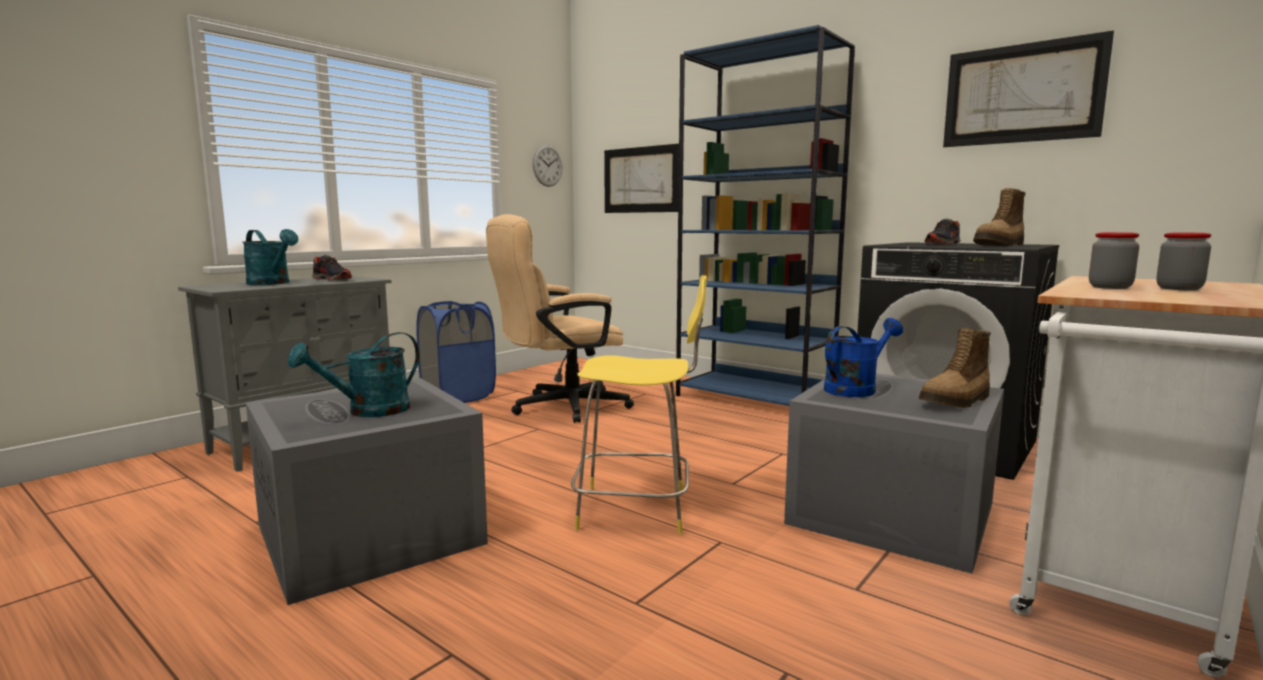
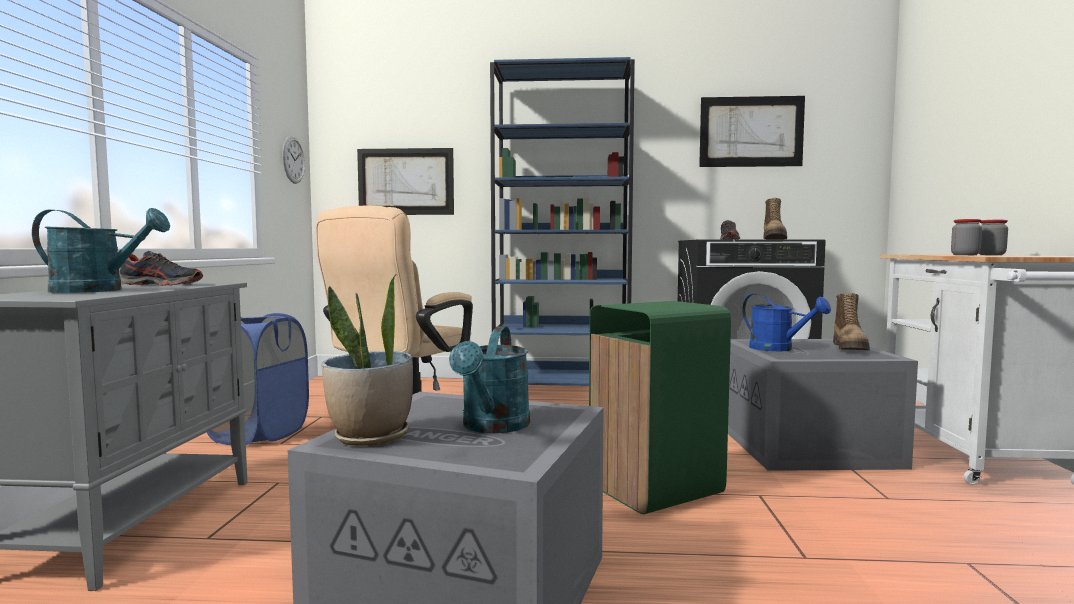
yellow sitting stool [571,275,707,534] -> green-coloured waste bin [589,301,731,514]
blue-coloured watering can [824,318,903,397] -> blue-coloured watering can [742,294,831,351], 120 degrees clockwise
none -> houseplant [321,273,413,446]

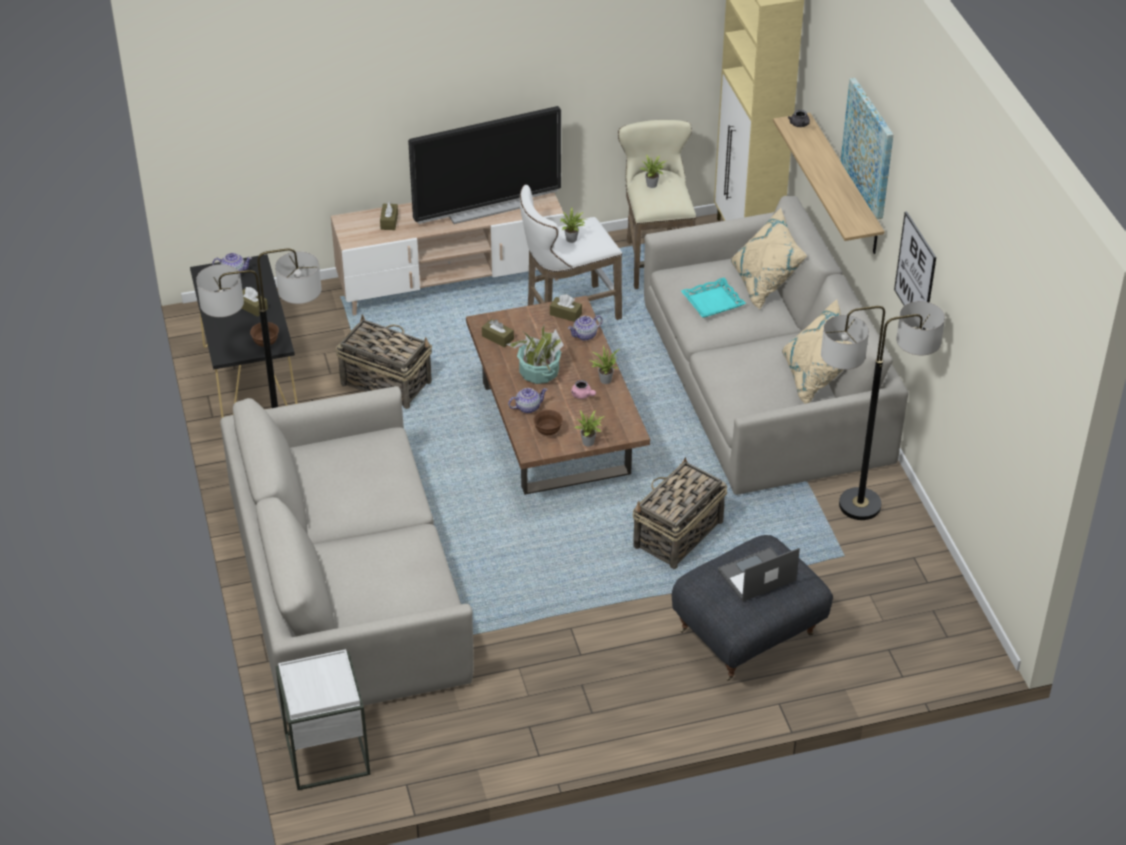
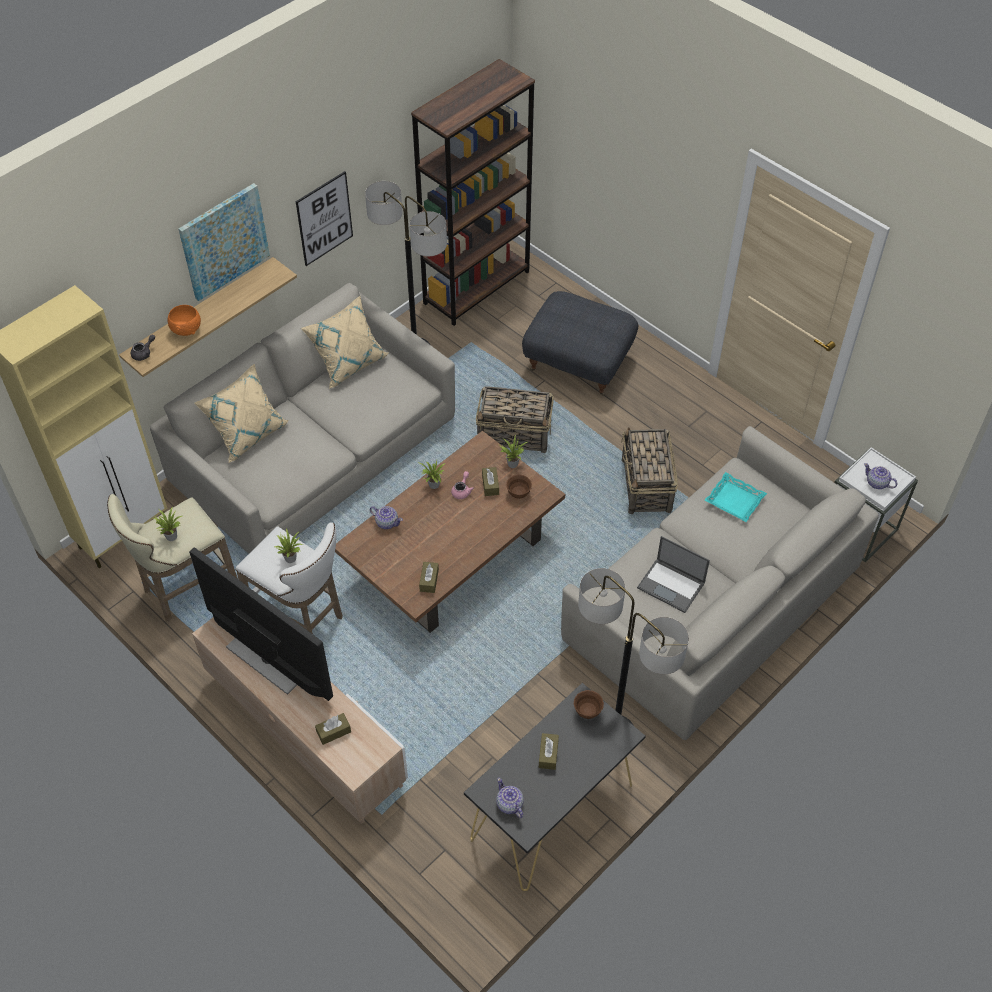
blue-green tray [681,278,746,318] -> blue-green tray [704,472,767,522], shifted
brownish box of tissues [550,294,582,322] -> brownish box of tissues [482,467,499,496], shifted
household basket [336,314,432,409] -> household basket [621,427,678,514], shifted
houseplant [506,326,563,384] -> none
teapot [508,388,548,413] -> teapot [864,463,897,489], shifted
portable computer [718,547,800,602] -> portable computer [637,536,710,613], shifted
none -> brownish bookcase [411,59,535,326]
none -> orange-coloured bowl [168,305,201,336]

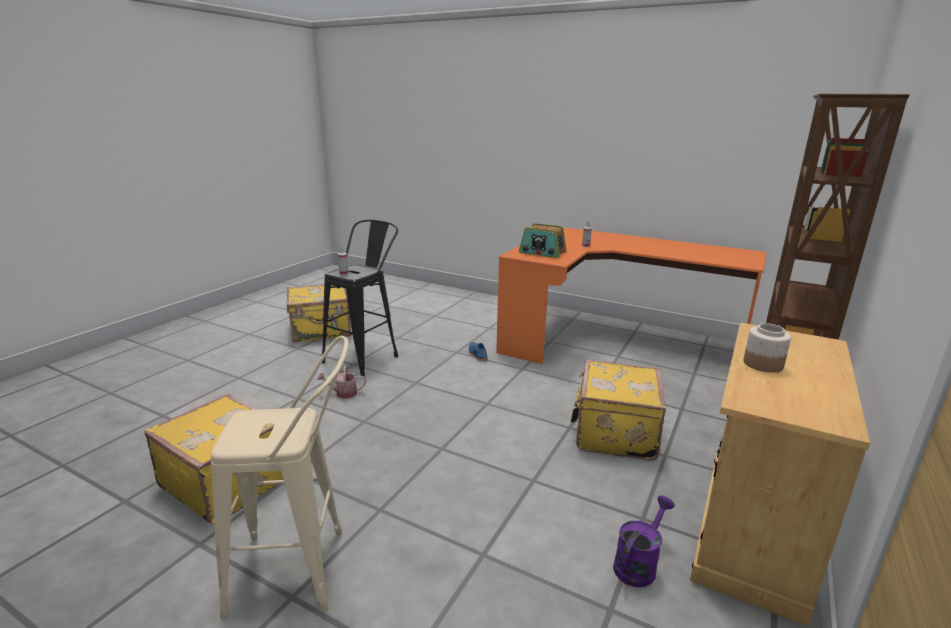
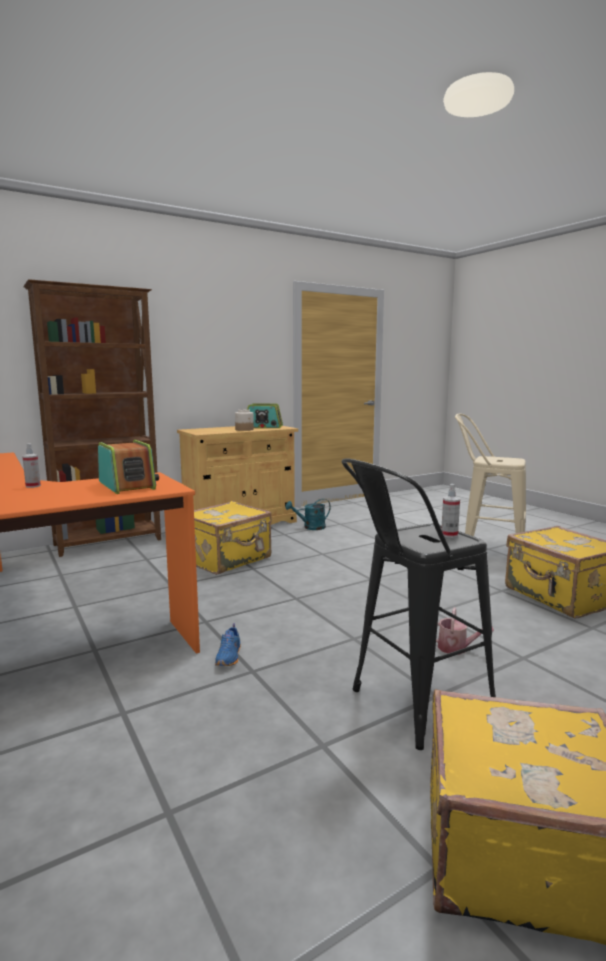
purple-coloured watering can [613,496,675,587] -> blue-green watering can [285,499,331,530]
none -> radio [247,403,283,428]

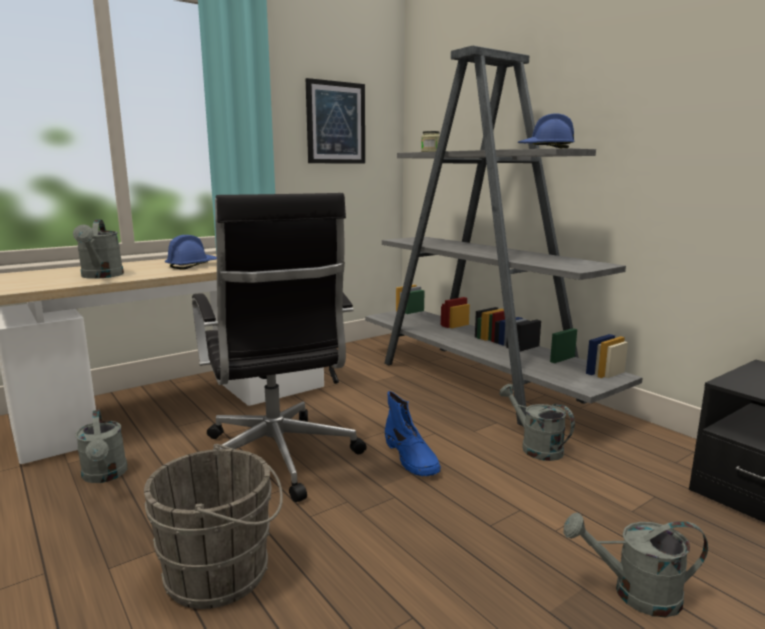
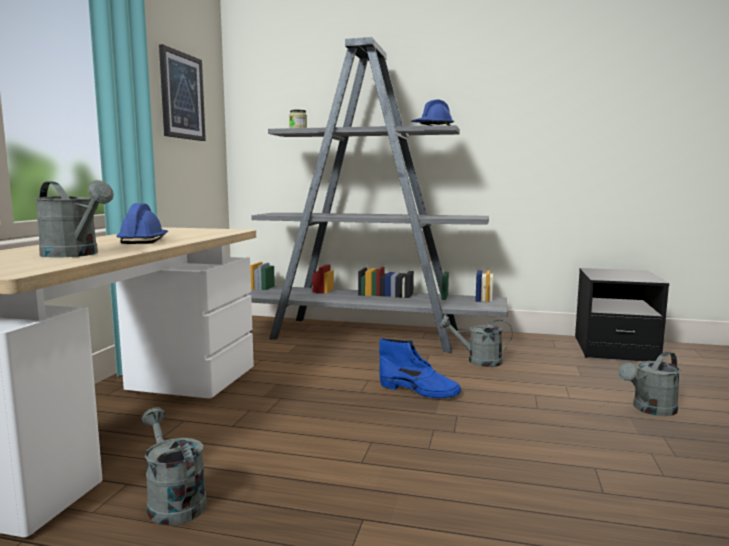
black desk chair [192,193,367,502] -> none
grey watering can [75,409,127,483] -> grey watering can [141,407,207,526], 150 degrees counterclockwise
grey pail [144,444,283,609] -> none

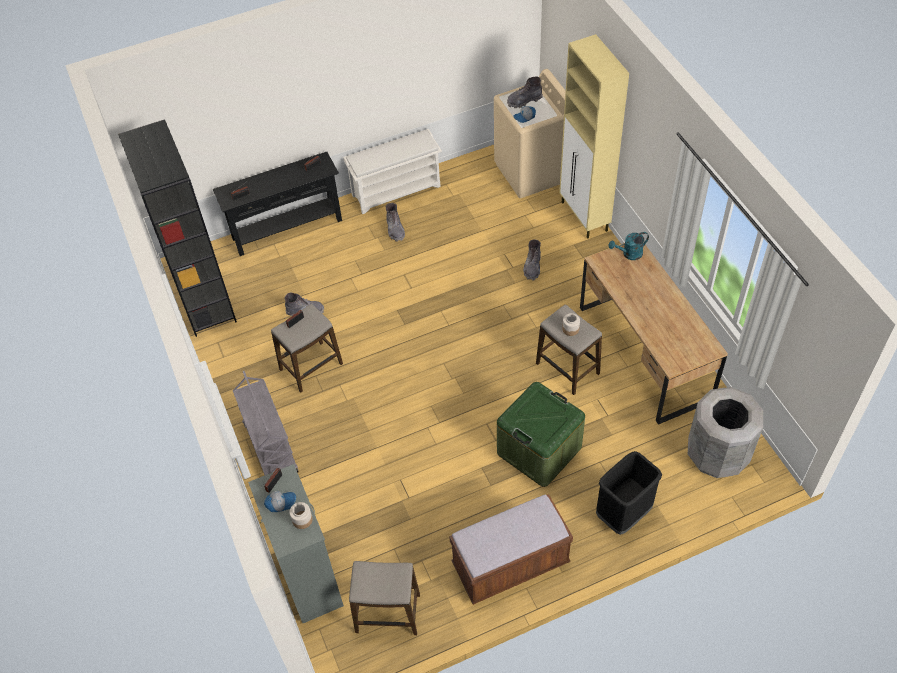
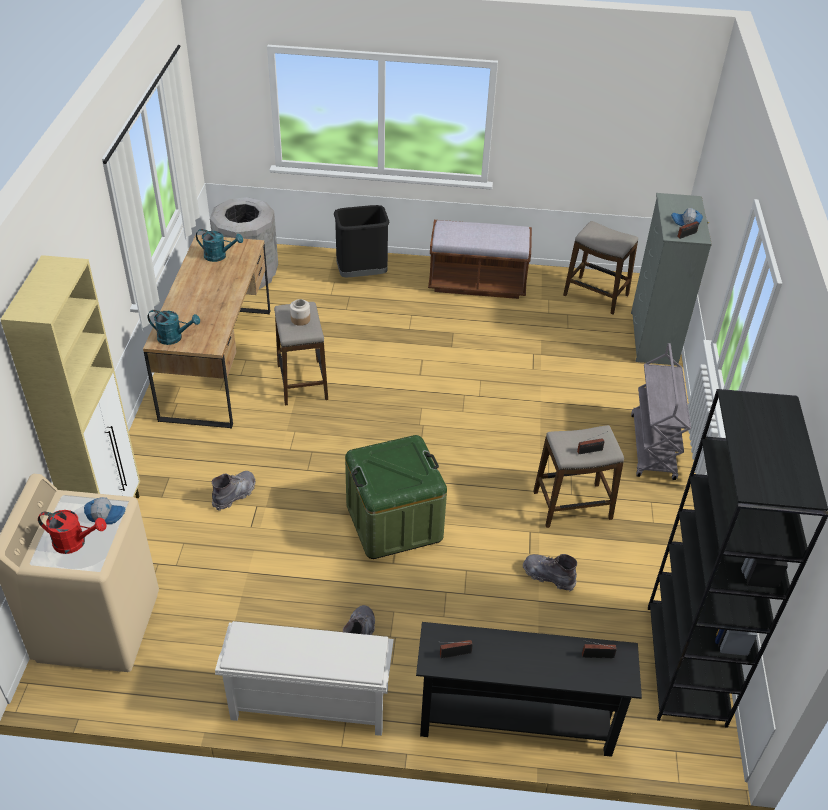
grey tall boot [507,76,543,108] -> red watering can [38,510,106,554]
green-coloured storage container [497,382,585,487] -> green-coloured storage container [345,435,447,559], shifted
storage jar [289,502,313,529] -> none
none -> blue-green watering can [196,229,243,262]

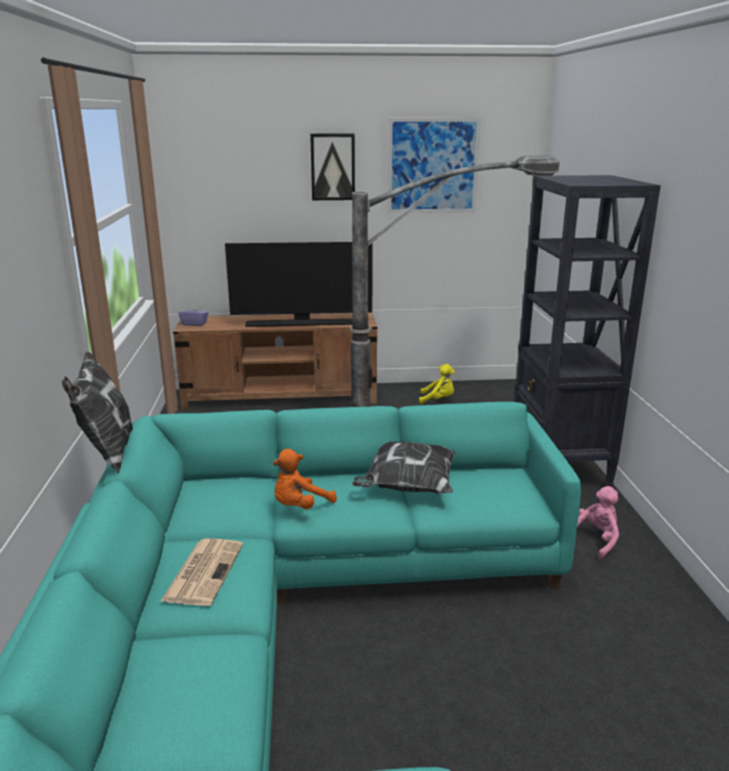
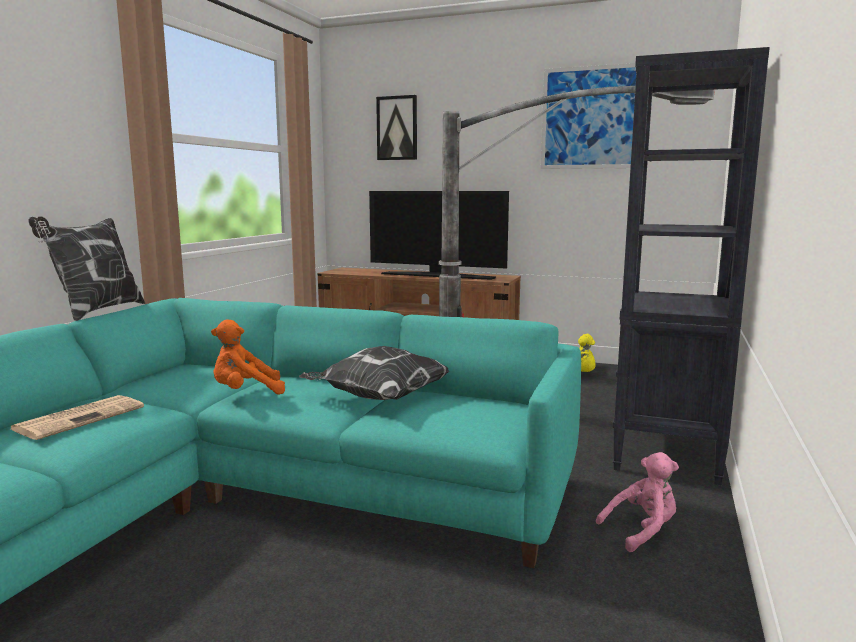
wall picture [310,134,355,200] -> wall picture [376,95,417,160], shifted
purple-coloured box of tissues [178,304,208,326] -> none

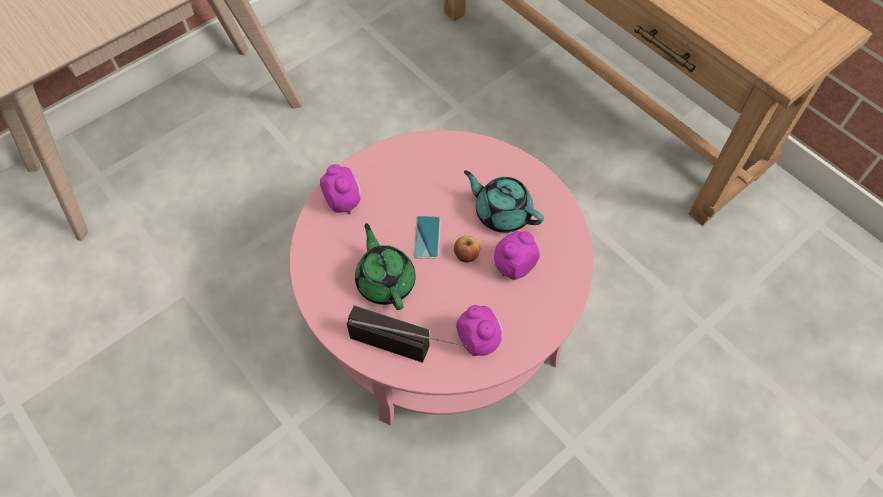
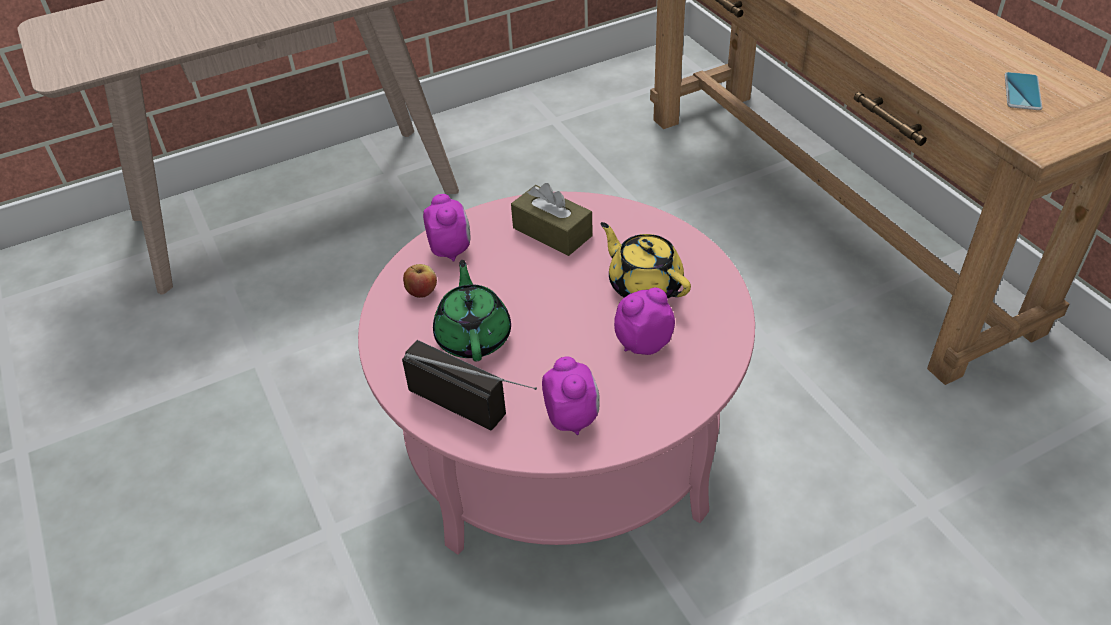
blue-green teapot [464,171,544,233] -> yellow teapot [600,222,691,299]
telephone [414,216,441,259] -> telephone [1005,72,1042,110], shifted
whole apple [454,236,481,262] -> whole apple [403,264,437,298], shifted
none -> brownish box of tissues [511,183,593,256]

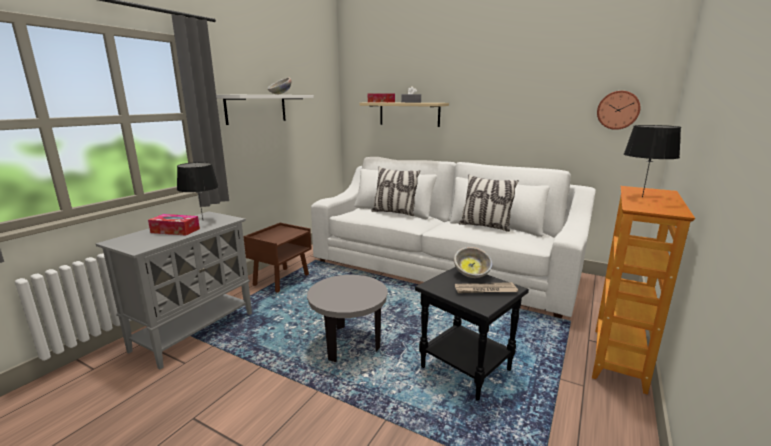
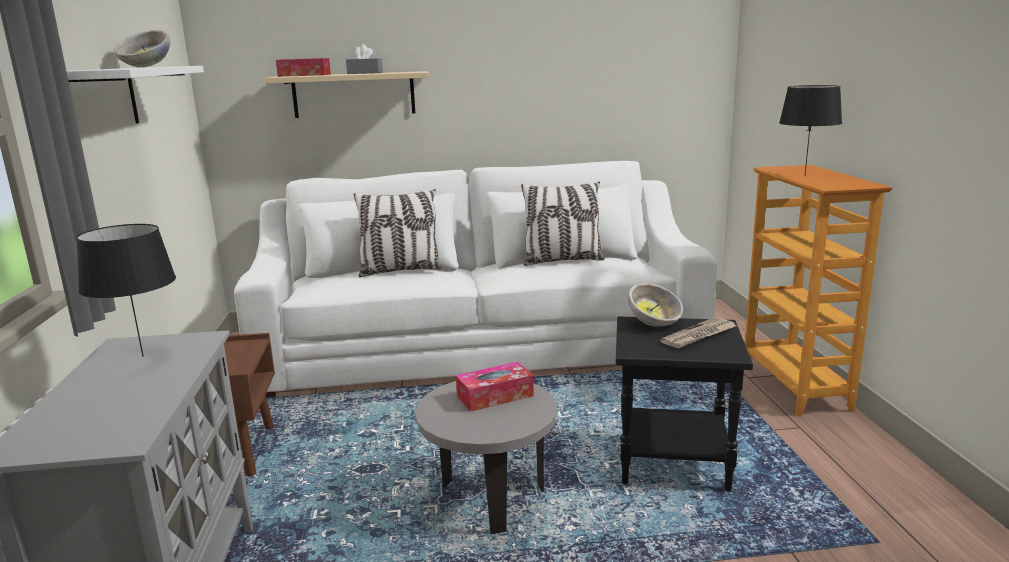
clock on the wall [597,91,641,130] -> none
box of tissues [148,214,200,236] -> box of tissues [456,362,534,412], shifted

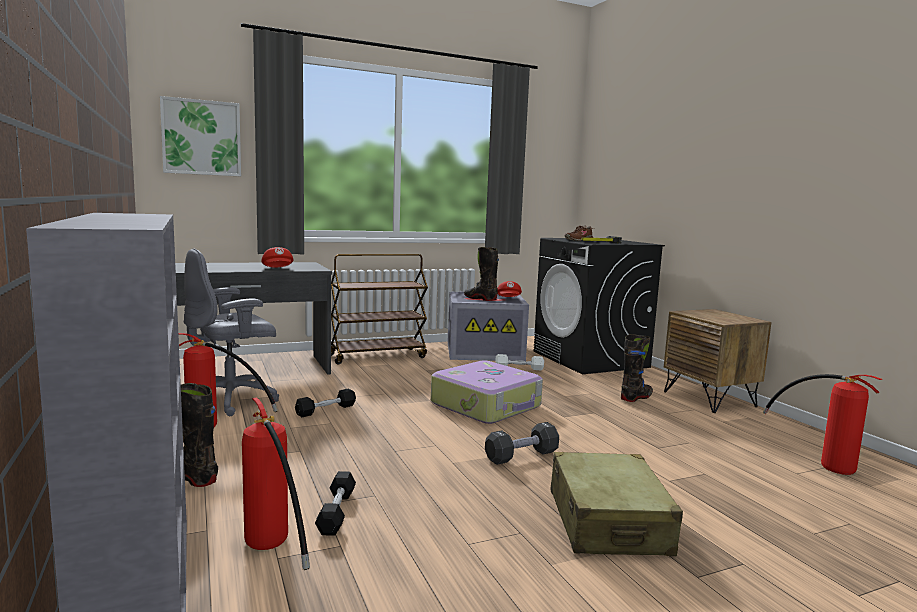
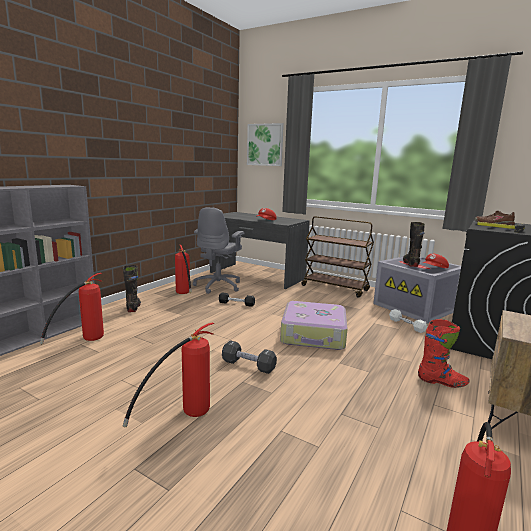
grey desk chair [184,248,279,416] -> grey desk chair [193,207,244,294], 90 degrees counterclockwise
black tall boot [621,334,653,402] -> red tall boot [418,319,469,388]
beige travel case [550,452,683,556] -> fire extinguisher [123,322,214,427]
black dumbbell [315,471,356,536] -> none

